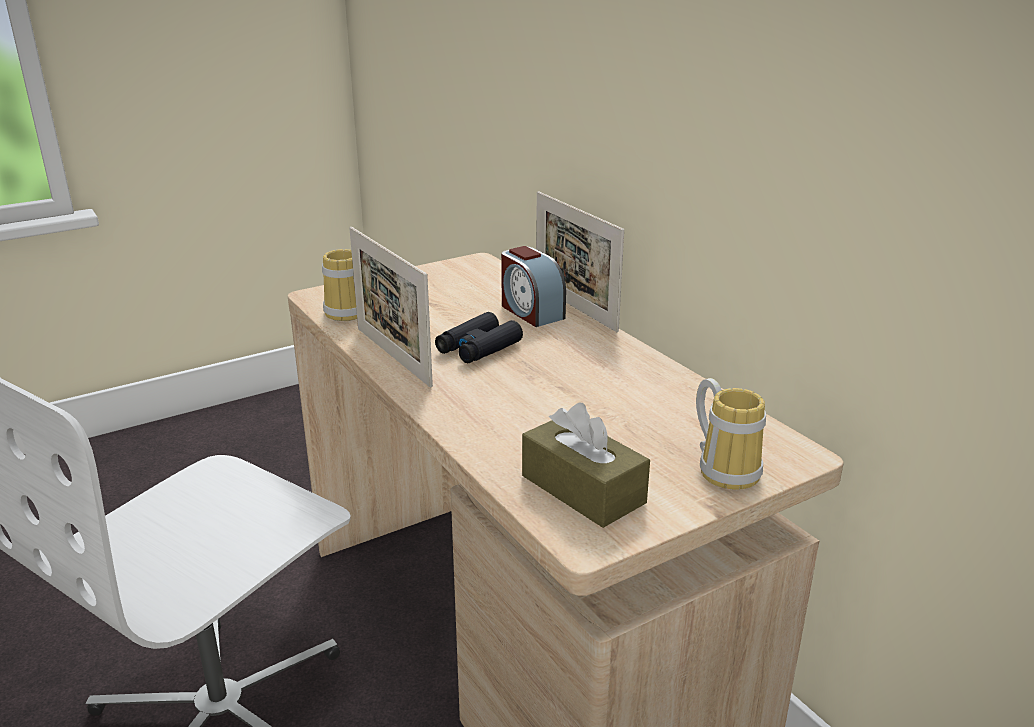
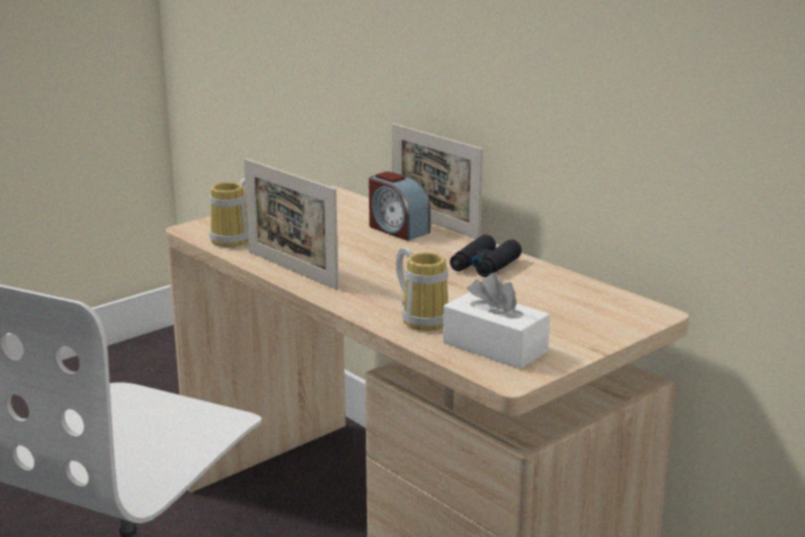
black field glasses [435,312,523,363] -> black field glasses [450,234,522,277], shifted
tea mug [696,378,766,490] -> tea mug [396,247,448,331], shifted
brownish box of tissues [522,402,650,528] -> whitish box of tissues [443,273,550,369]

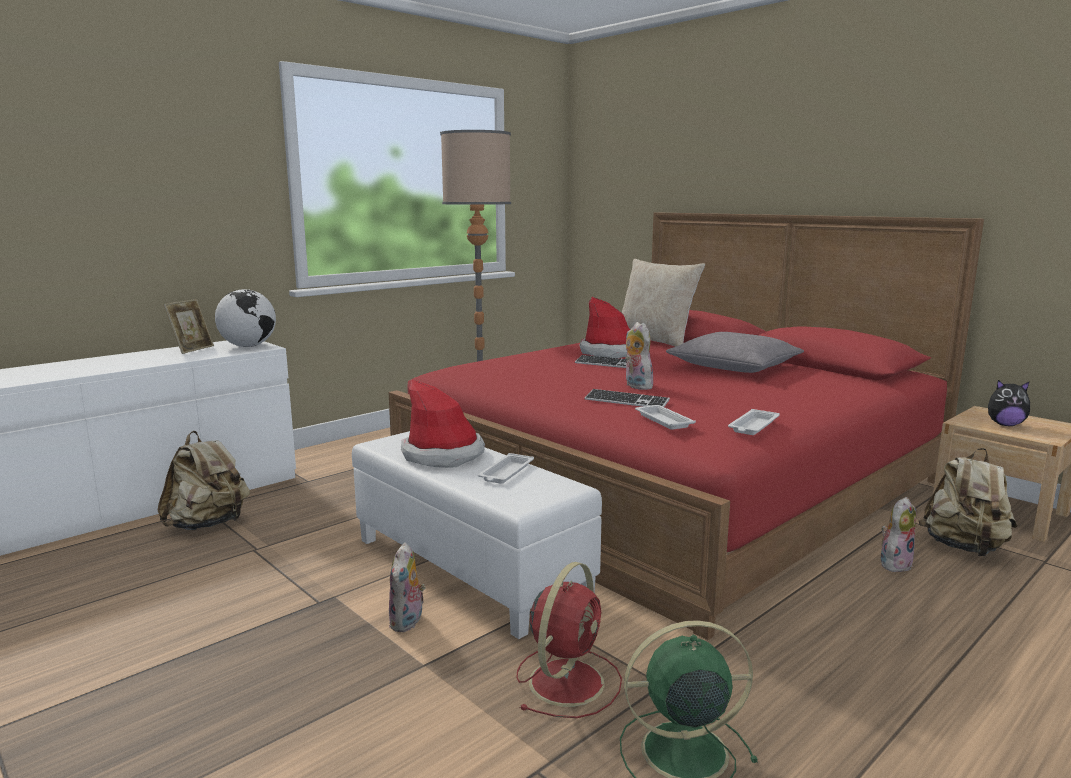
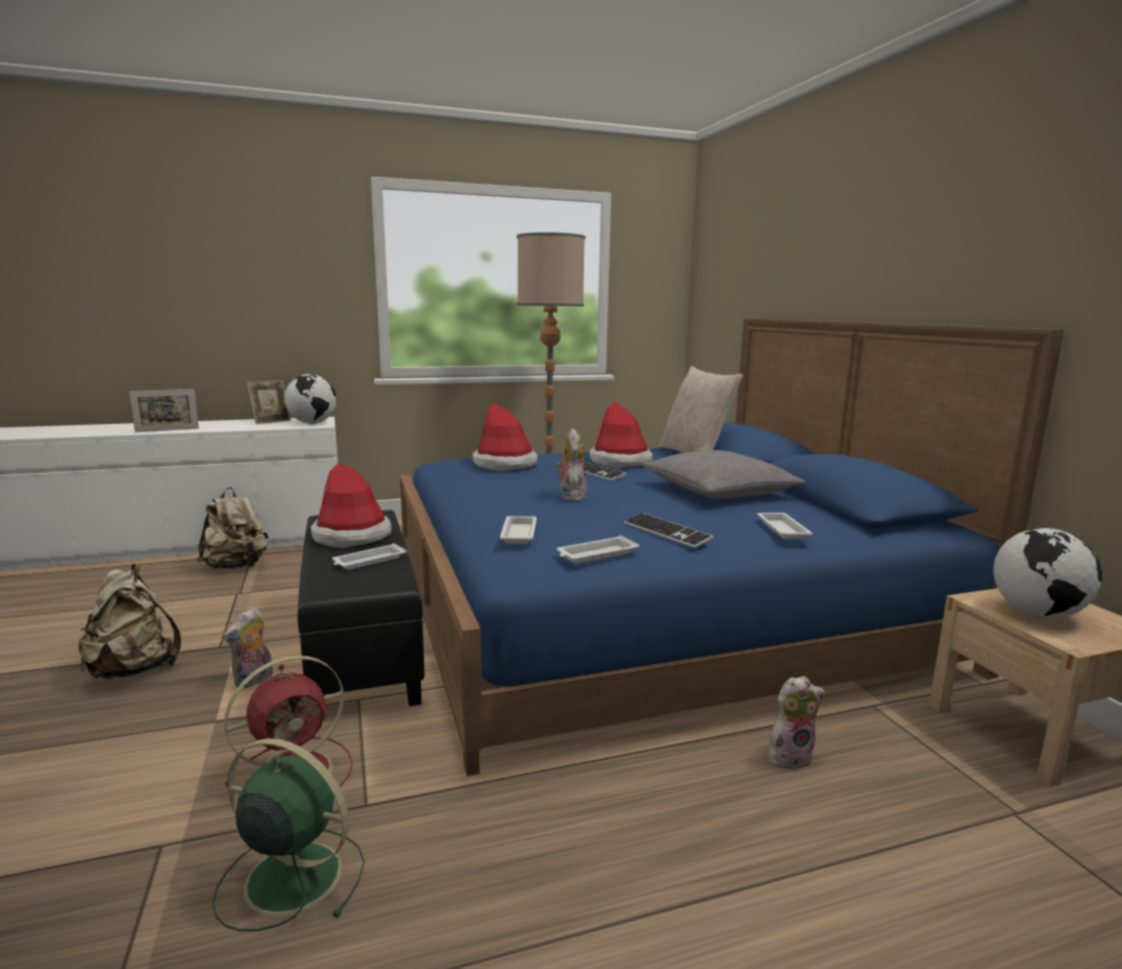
red sleeping bed [388,213,984,640] -> blue-coloured sleeping bed [400,318,1064,776]
soft toy [988,380,1030,426] -> world globe [993,528,1102,618]
keyboard [585,389,670,407] -> keyboard [624,513,714,548], shifted
whitish pouffe [352,431,602,639] -> black pouffe [298,510,425,720]
beige rucksack [919,448,1017,556] -> beige rucksack [78,564,181,679], shifted
none -> picture frame [129,389,199,432]
none -> hat [473,403,538,472]
none -> whitish tray [757,513,813,539]

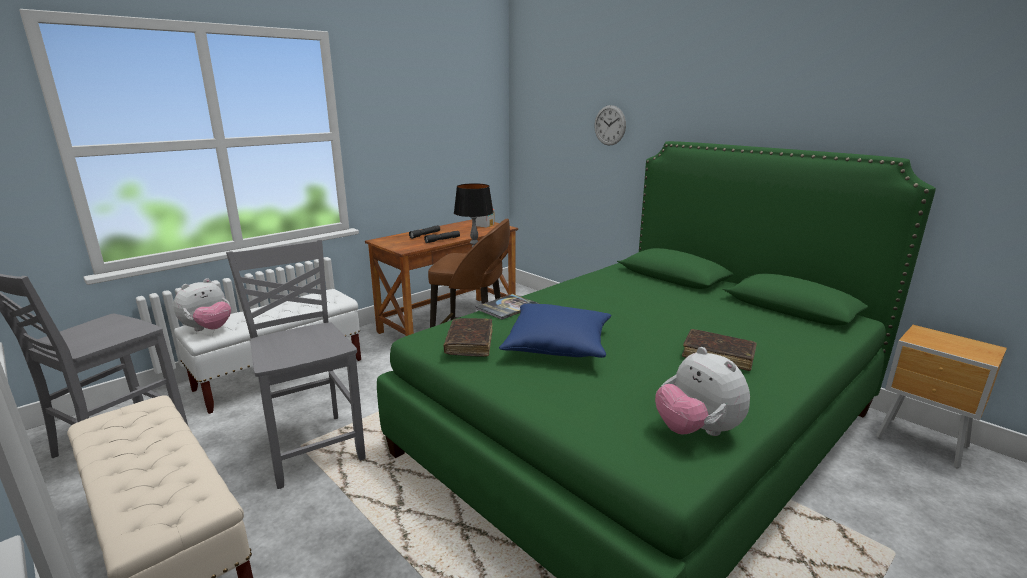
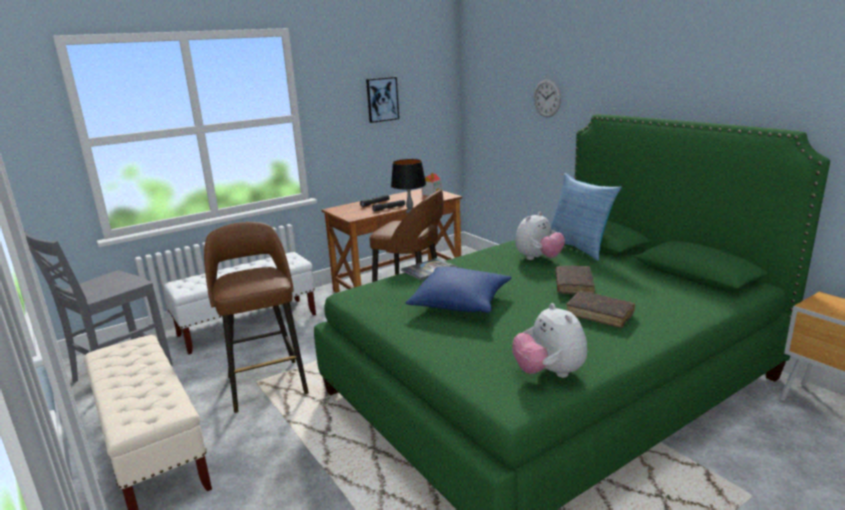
grey upright chair [226,240,366,489] -> brownish sitting stool [204,222,309,413]
soft toy [173,278,231,331] -> soft toy [515,212,565,260], shifted
brownish bound book [444,318,492,357] -> brownish bound book [555,265,595,295], shifted
none -> wall picture [366,77,399,123]
none -> cushion [551,173,622,261]

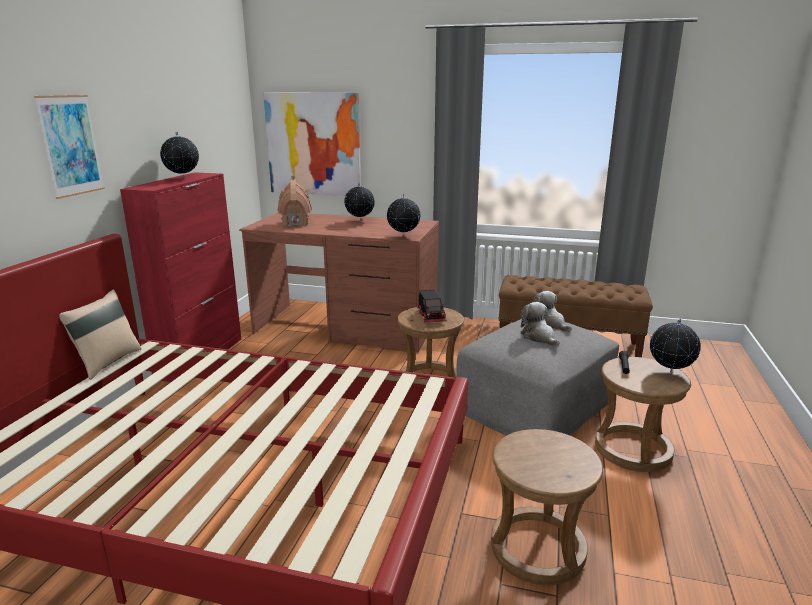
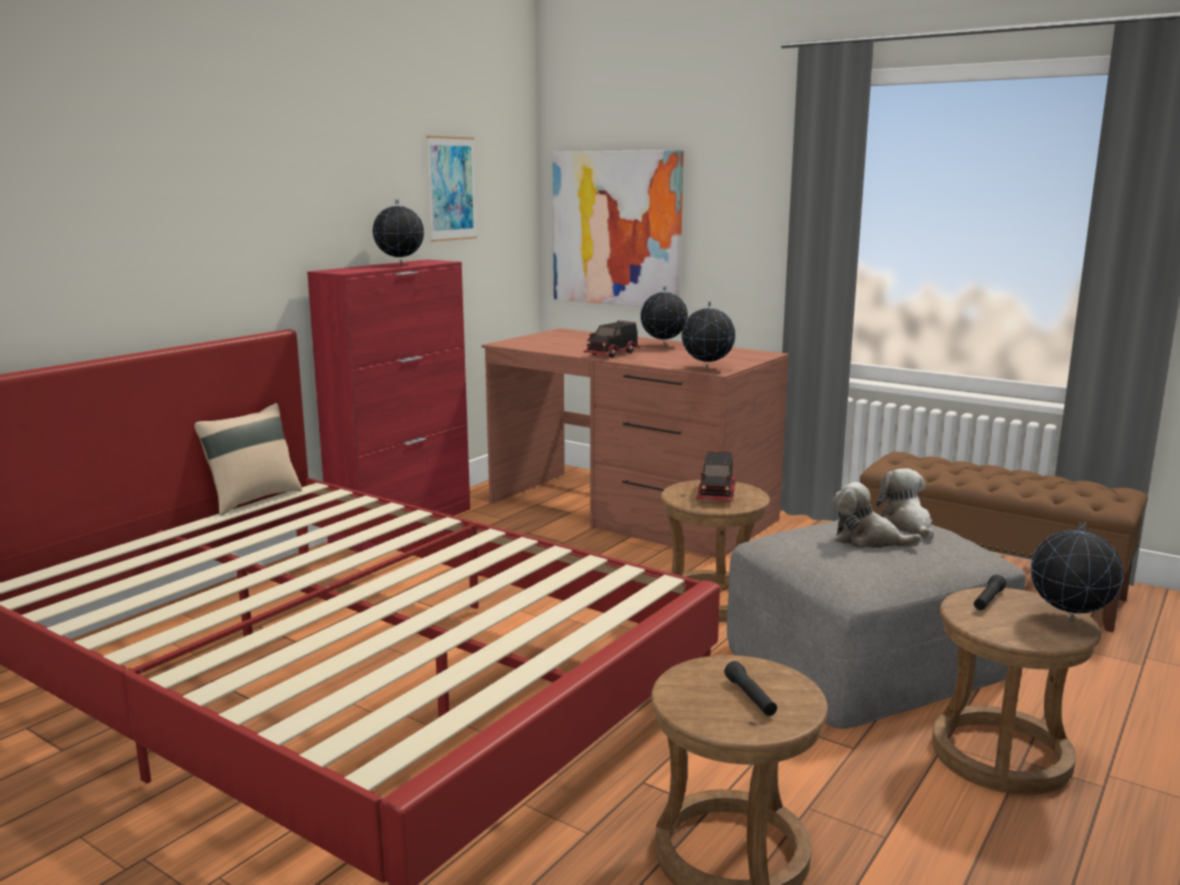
wall picture [34,95,105,199] -> wall picture [426,136,477,242], shifted
model house [278,176,312,226] -> none
soft toy [521,302,560,347] -> soft toy [833,482,922,548], 60 degrees counterclockwise
none -> toy truck [583,320,640,357]
none -> black hand torch [724,661,777,716]

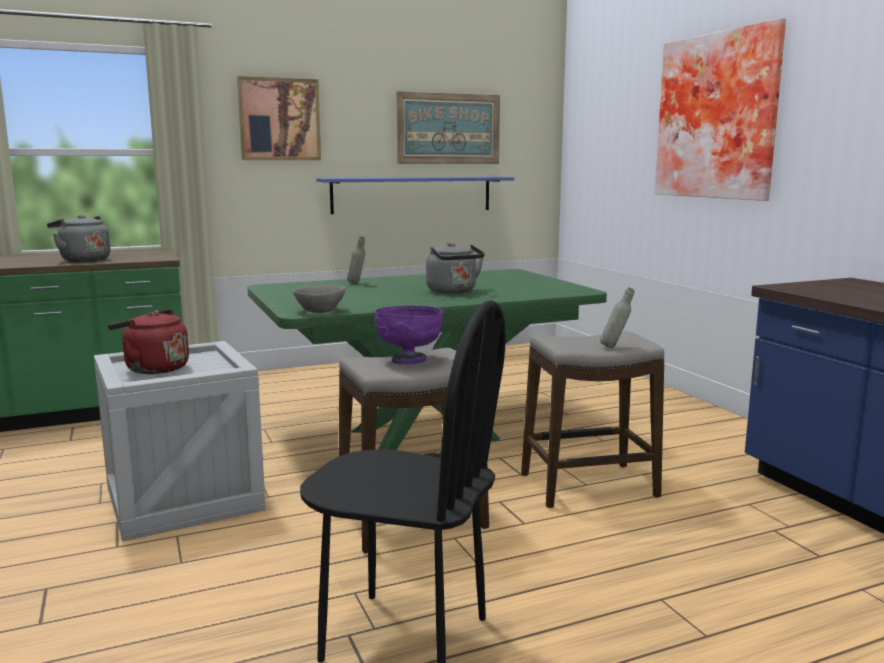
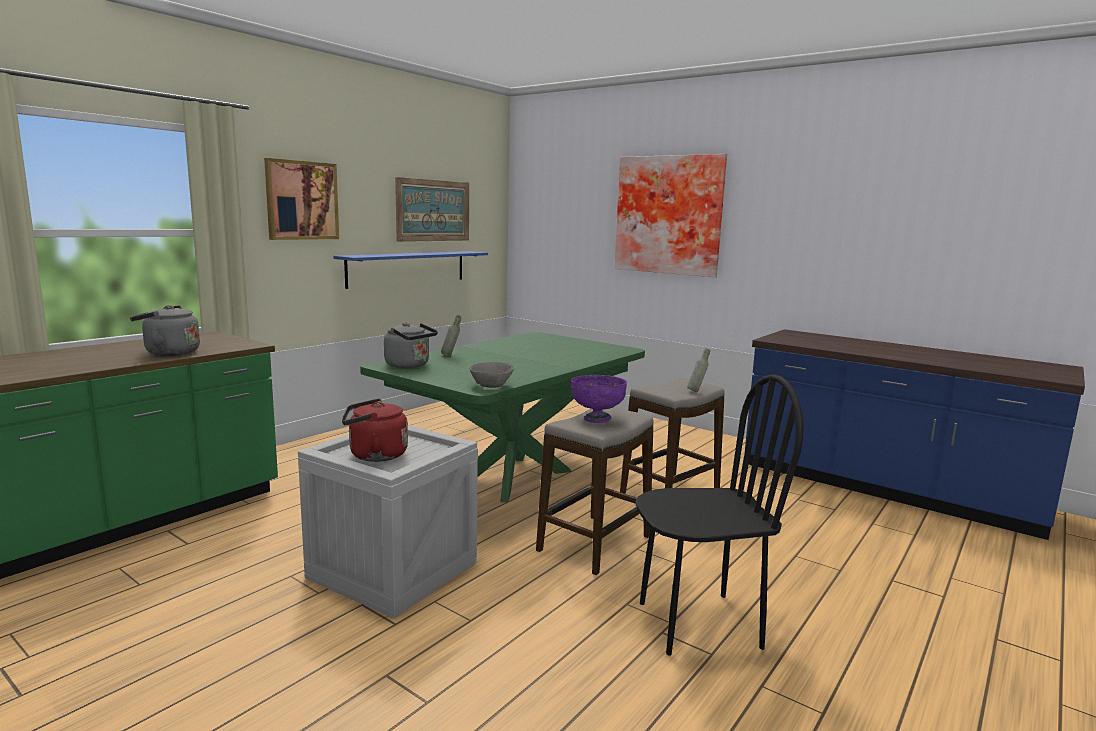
grey water kettle [426,242,485,294] -> grey water kettle [384,323,438,368], shifted

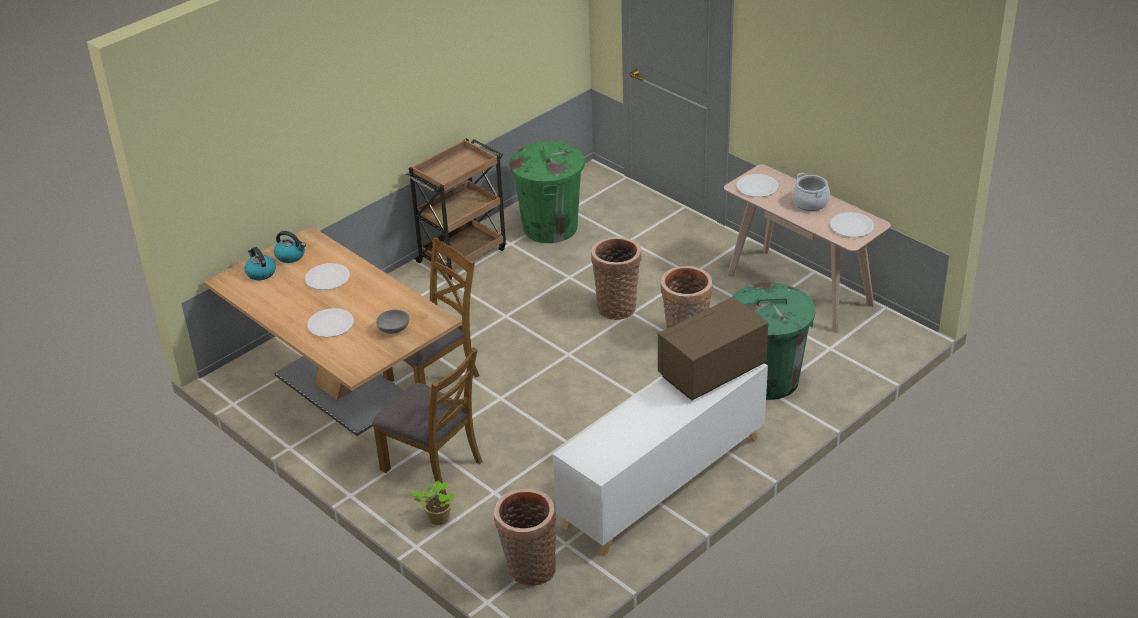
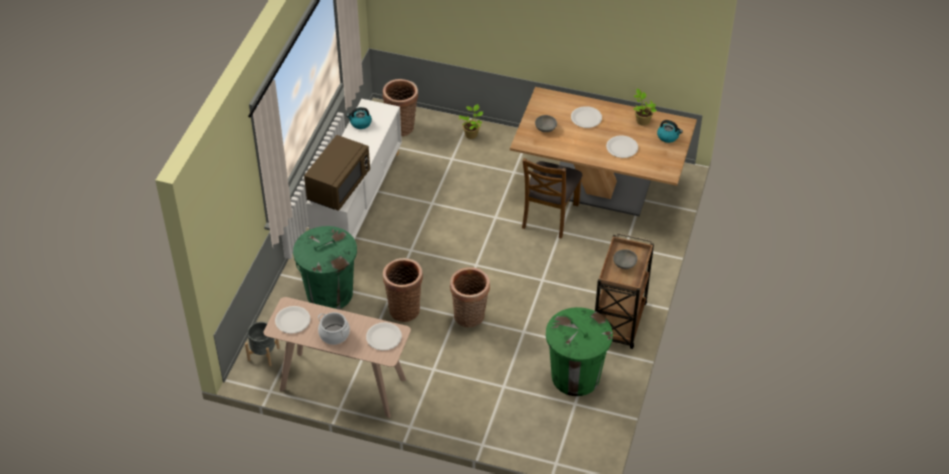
water kettle [274,231,306,263] -> water kettle [346,107,372,129], shifted
brownish upright chair [372,347,483,495] -> none
none -> houseplant [633,88,657,126]
none -> grey bowl [613,249,637,269]
none -> grey flower pot [245,322,280,366]

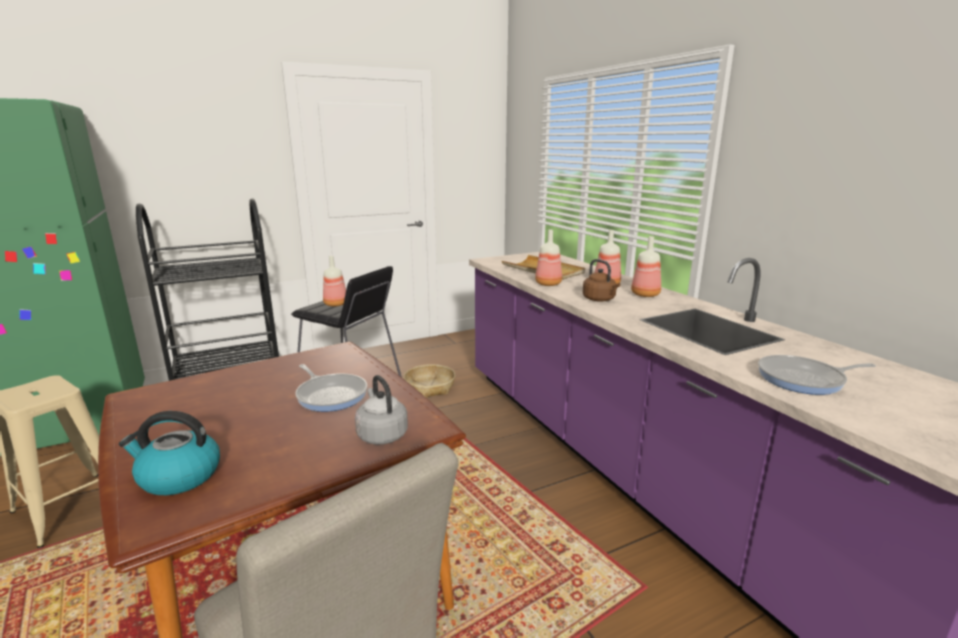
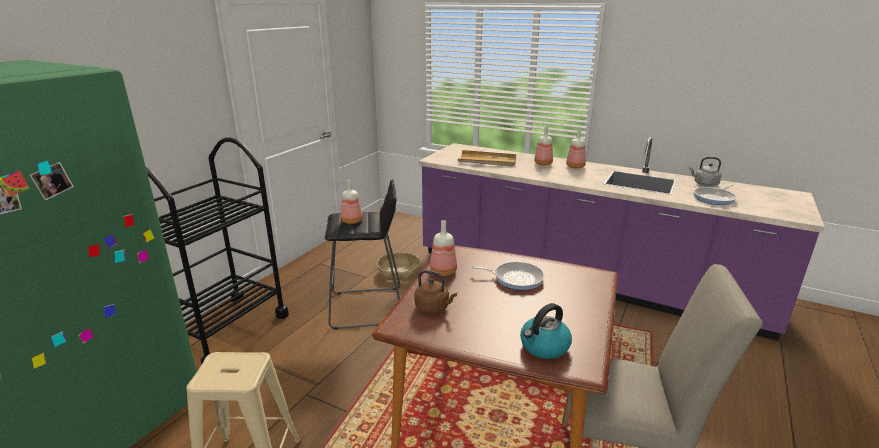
beverage bottle [535,230,562,286] -> beverage bottle [430,220,457,276], shifted
brownish water kettle [583,259,620,302] -> brownish water kettle [414,270,457,313], shifted
grey water kettle [355,375,408,445] -> grey water kettle [689,157,721,187], shifted

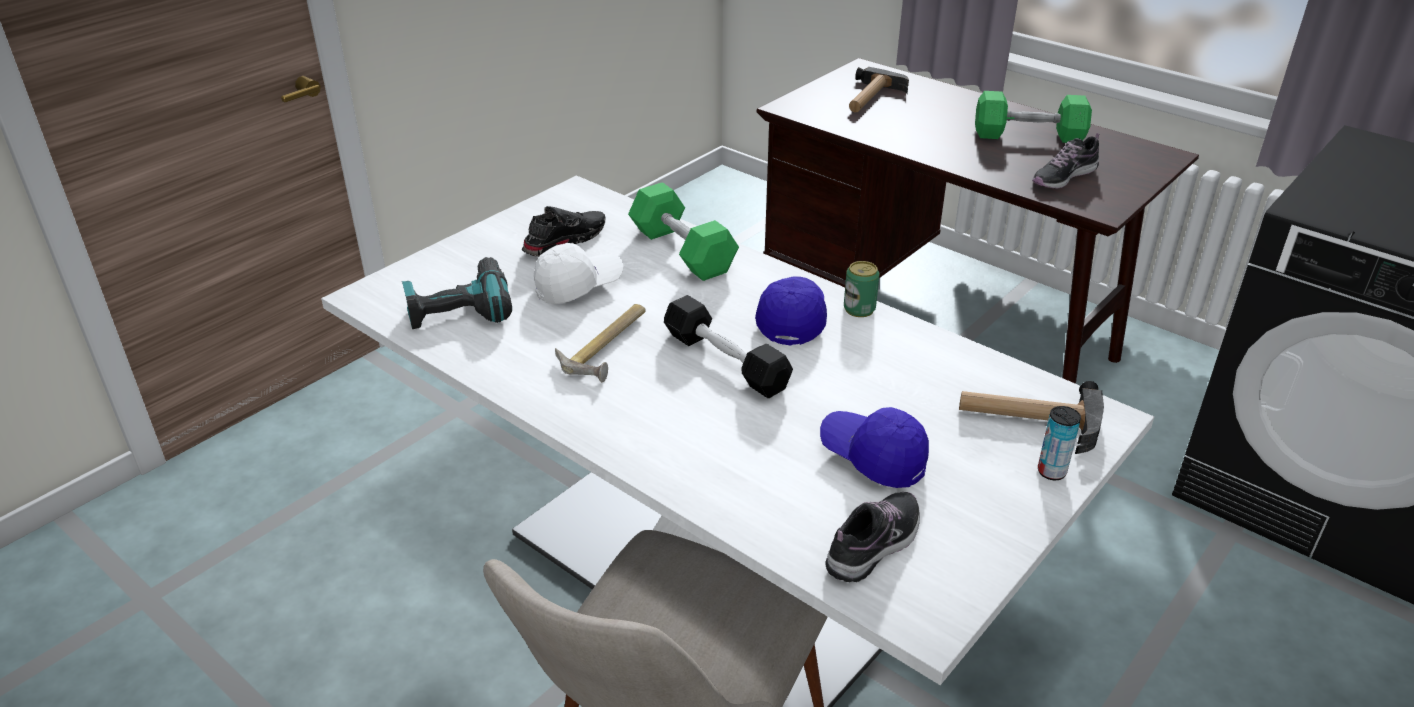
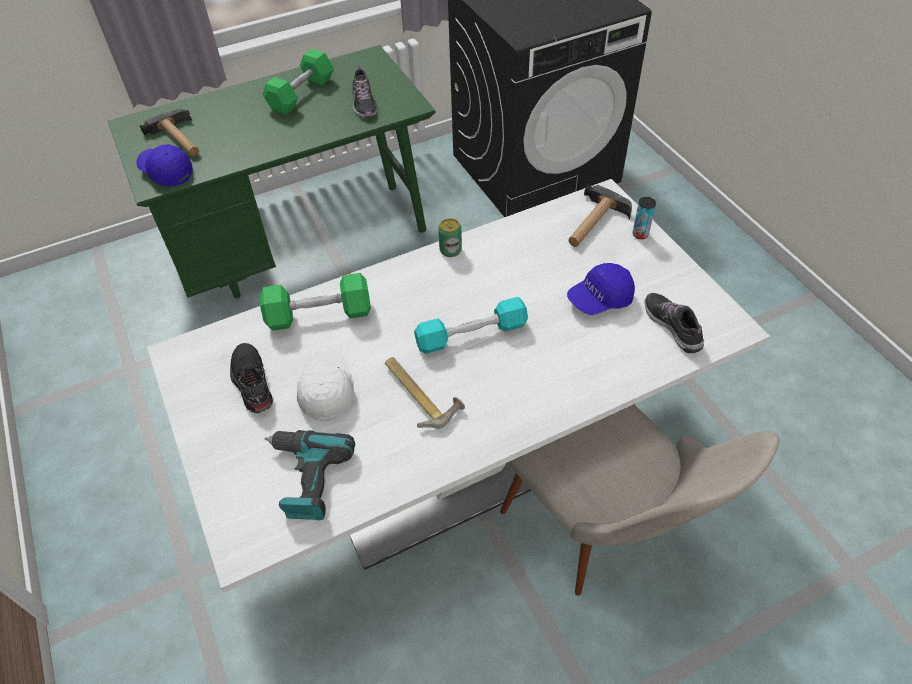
brownish desk table [757,58,1199,384] -> green-coloured desk table [108,45,436,299]
blue-coloured cap [755,276,827,345] -> blue-coloured cap [136,144,193,186], shifted
black dumbbell [664,295,793,398] -> blue-green dumbbell [414,297,528,354]

